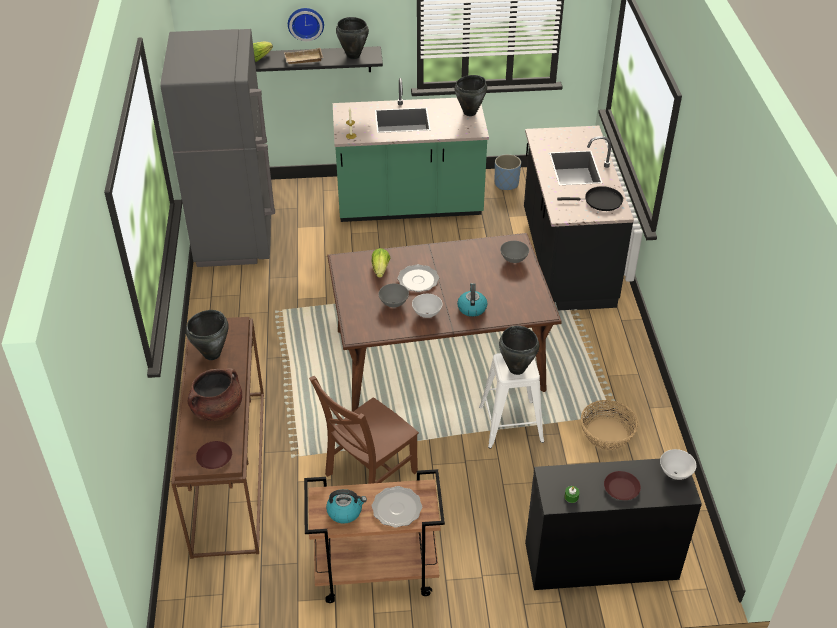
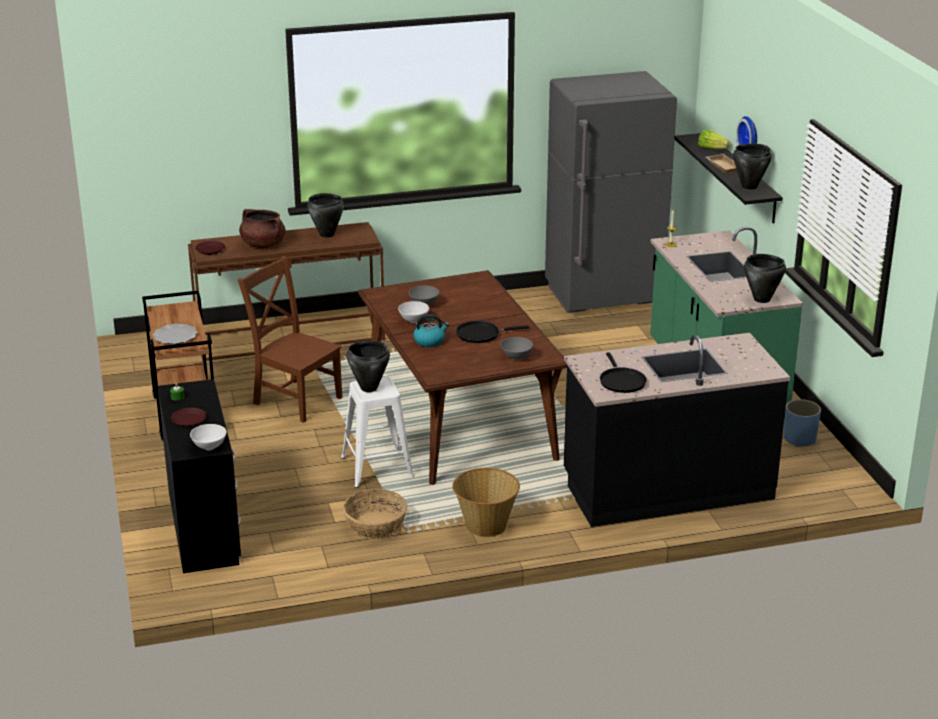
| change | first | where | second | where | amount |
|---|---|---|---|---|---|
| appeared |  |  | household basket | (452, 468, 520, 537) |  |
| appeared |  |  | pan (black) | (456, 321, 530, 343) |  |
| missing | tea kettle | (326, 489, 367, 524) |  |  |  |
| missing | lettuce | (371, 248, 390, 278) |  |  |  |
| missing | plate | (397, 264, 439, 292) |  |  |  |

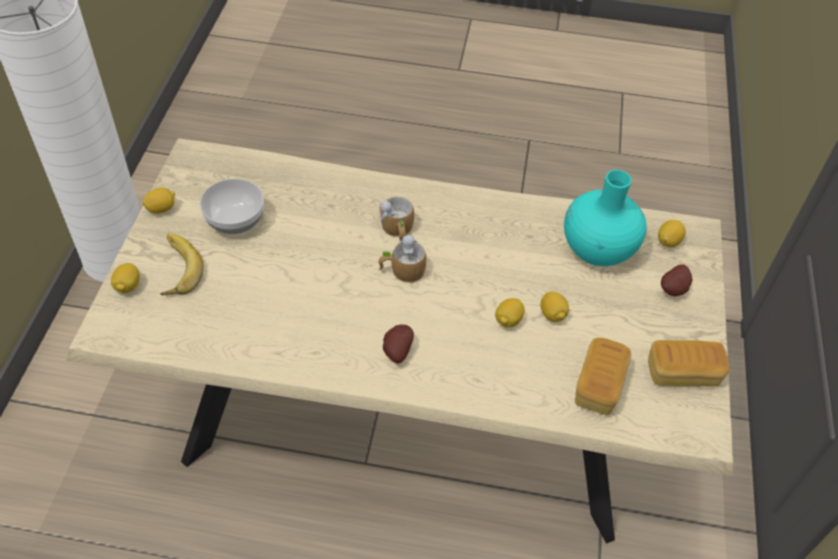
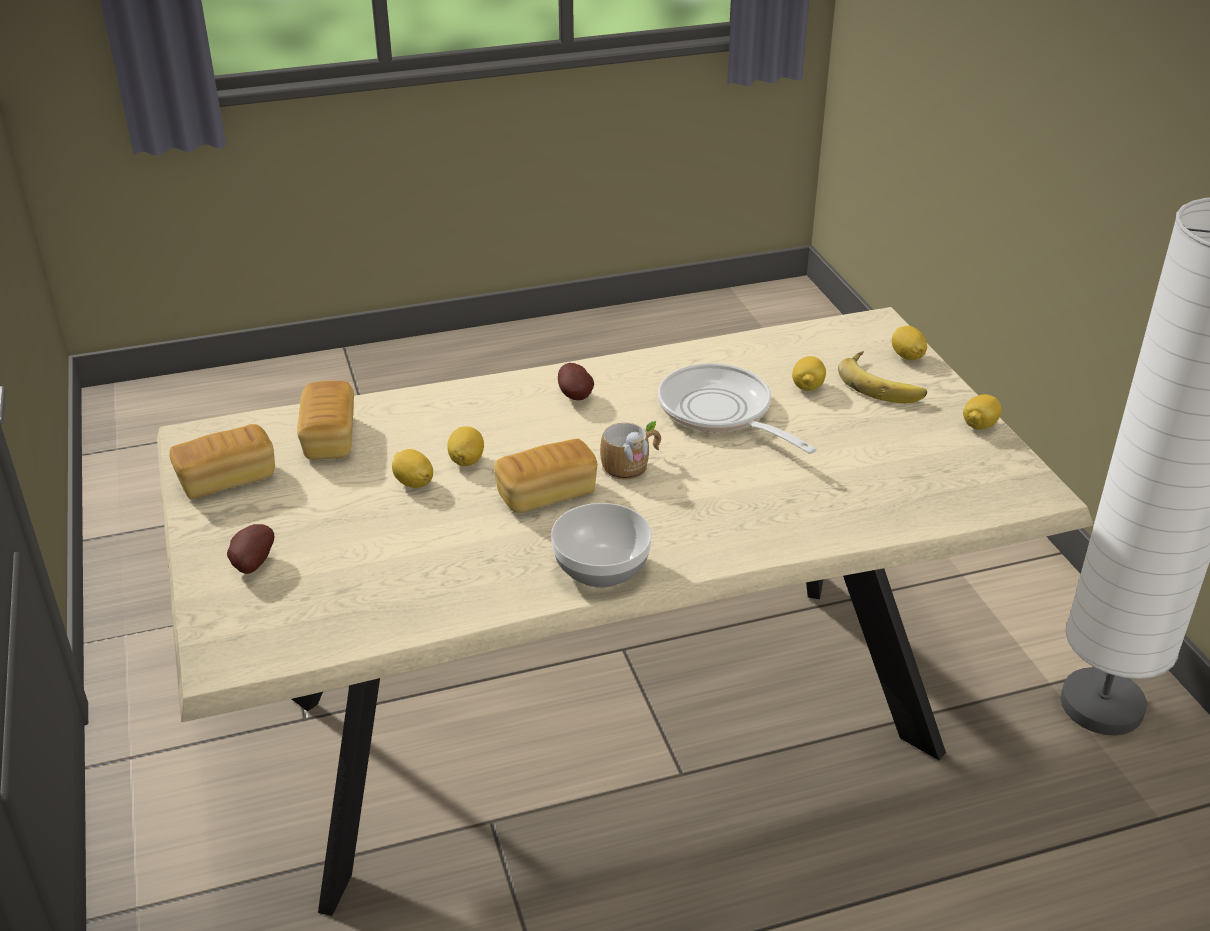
| change | first | where | second | where | amount |
|---|---|---|---|---|---|
| appeared |  |  | bakery bread | (494, 439, 597, 513) |  |
| relocated | serving bowl | (200, 179, 264, 234) |  | (551, 503, 652, 588) |  |
| appeared |  |  | pan | (658, 363, 817, 454) |  |
| relocated | whole lemon | (658, 220, 686, 248) |  | (792, 356, 826, 391) |  |
| missing | coffee mug | (380, 197, 414, 241) |  |  |  |
| missing | flower vase (turquoise-coloured) | (564, 170, 647, 266) |  |  |  |

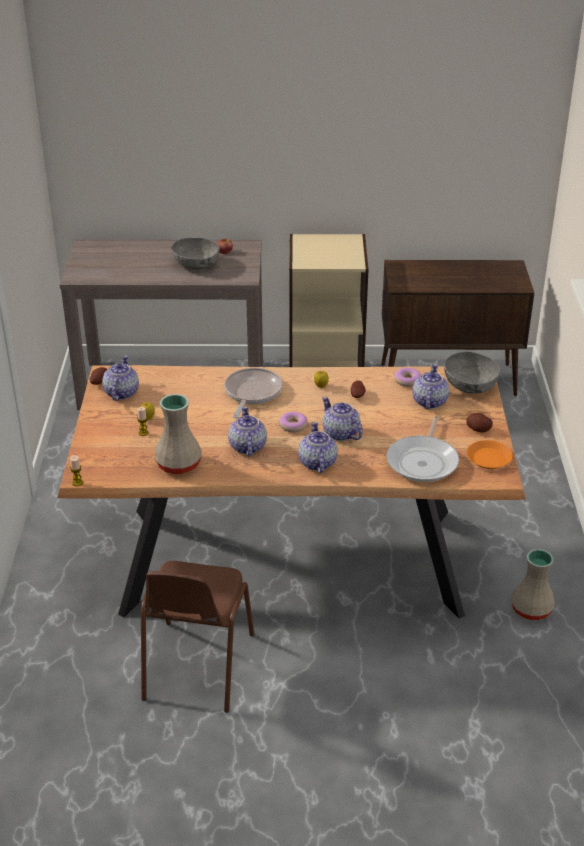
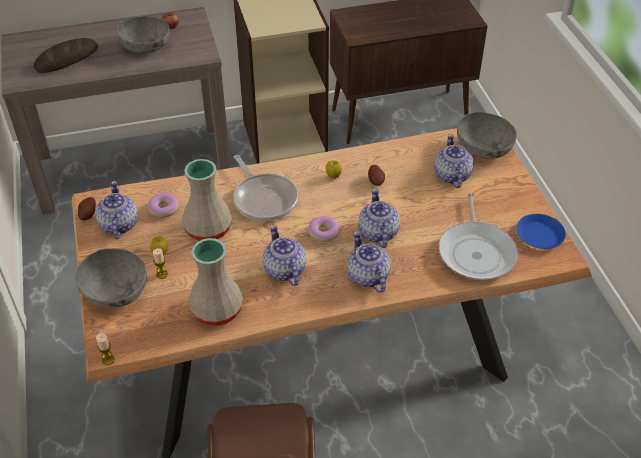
| change | first | where | second | where | amount |
|---|---|---|---|---|---|
| appeared |  |  | bakery bread | (34, 38, 98, 73) |  |
| appeared |  |  | serving bowl (greyish) | (75, 248, 147, 308) |  |
| relocated | ring doughnut | (394, 368, 421, 387) |  | (148, 193, 179, 218) |  |
| relocated | flower vase (sand-coloured) | (511, 549, 555, 620) |  | (182, 159, 232, 241) |  |
| spun | pan | (224, 368, 283, 418) |  | (233, 155, 298, 221) | 150 degrees clockwise |
| spun | teapot | (322, 397, 363, 441) |  | (358, 188, 400, 248) | 45 degrees clockwise |
| colour | plate (orangey) | (467, 440, 513, 469) | plate (blue-coloured) | (516, 214, 566, 249) |  |
| missing | potato | (467, 413, 493, 432) |  |  |  |

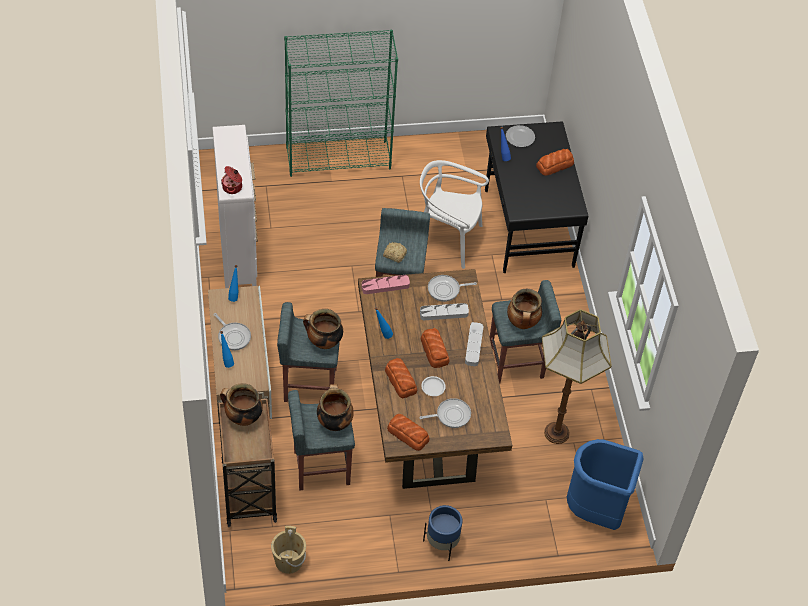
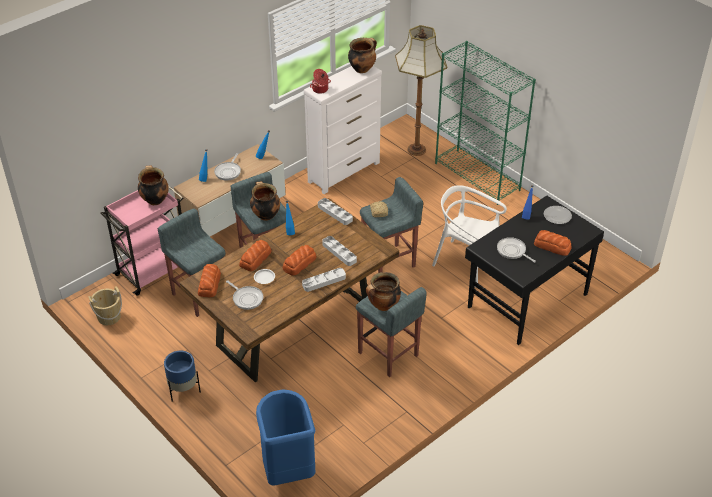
| change | first | where | second | where | amount |
|---|---|---|---|---|---|
| colour | cart (brownish) | (218, 392, 277, 527) | cart (pinkish) | (100, 185, 183, 296) |  |
| colour | carrying tray (pinkish) | (362, 275, 410, 294) | carrying tray (greyish) | (318, 198, 353, 225) |  |
| relocated | cooking pot | (317, 384, 354, 431) |  | (348, 38, 377, 73) |  |
| relocated | floor lamp | (542, 309, 612, 444) |  | (395, 25, 447, 156) |  |
| spun | chair (white-coloured) | (420, 160, 489, 269) |  | (432, 185, 507, 288) | 45 degrees counterclockwise |
| relocated | pan | (428, 275, 477, 302) |  | (497, 237, 536, 262) |  |

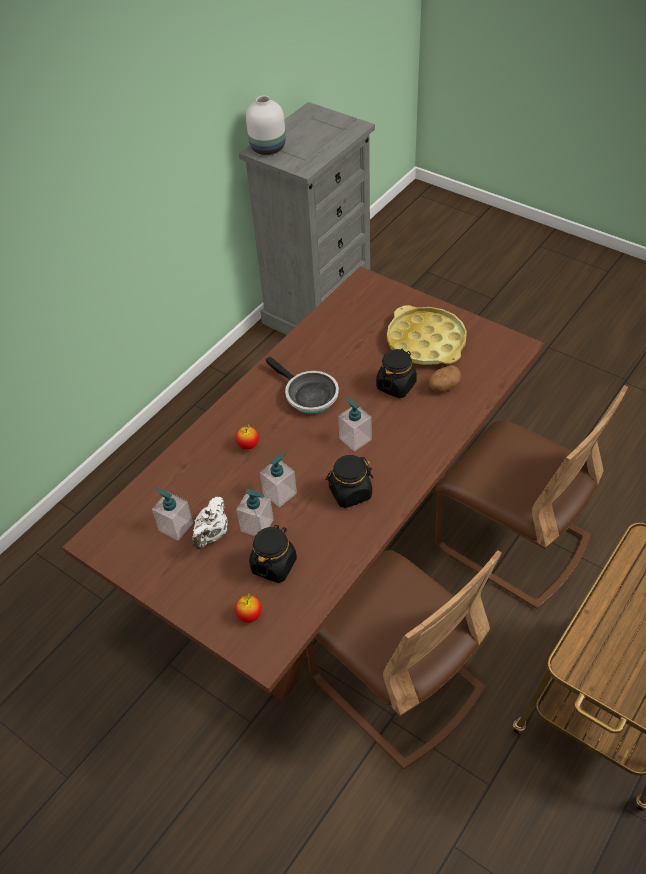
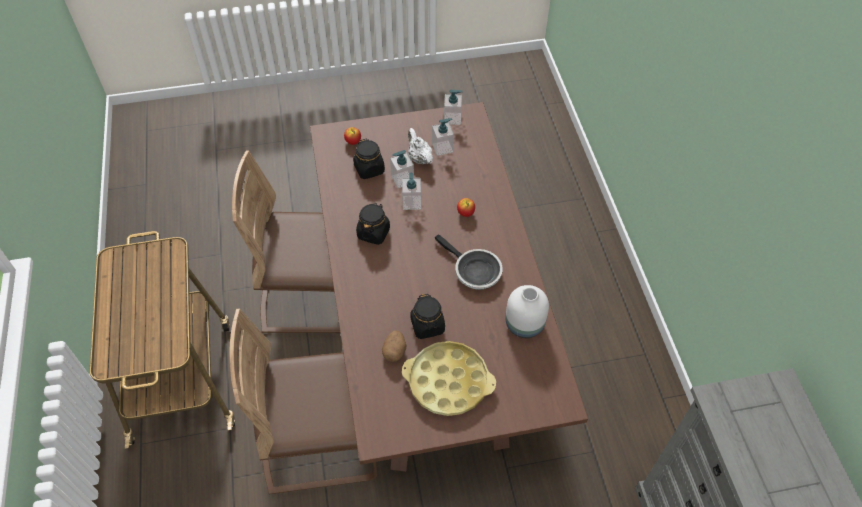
| change | first | where | second | where | amount |
|---|---|---|---|---|---|
| spun | pan | (266, 356, 339, 414) |  | (435, 234, 503, 290) | 135 degrees counterclockwise |
| relocated | liquid soap bottle | (338, 398, 372, 452) |  | (444, 90, 463, 125) |  |
| relocated | flower vase (white-coloured) | (246, 96, 286, 155) |  | (505, 285, 549, 338) |  |

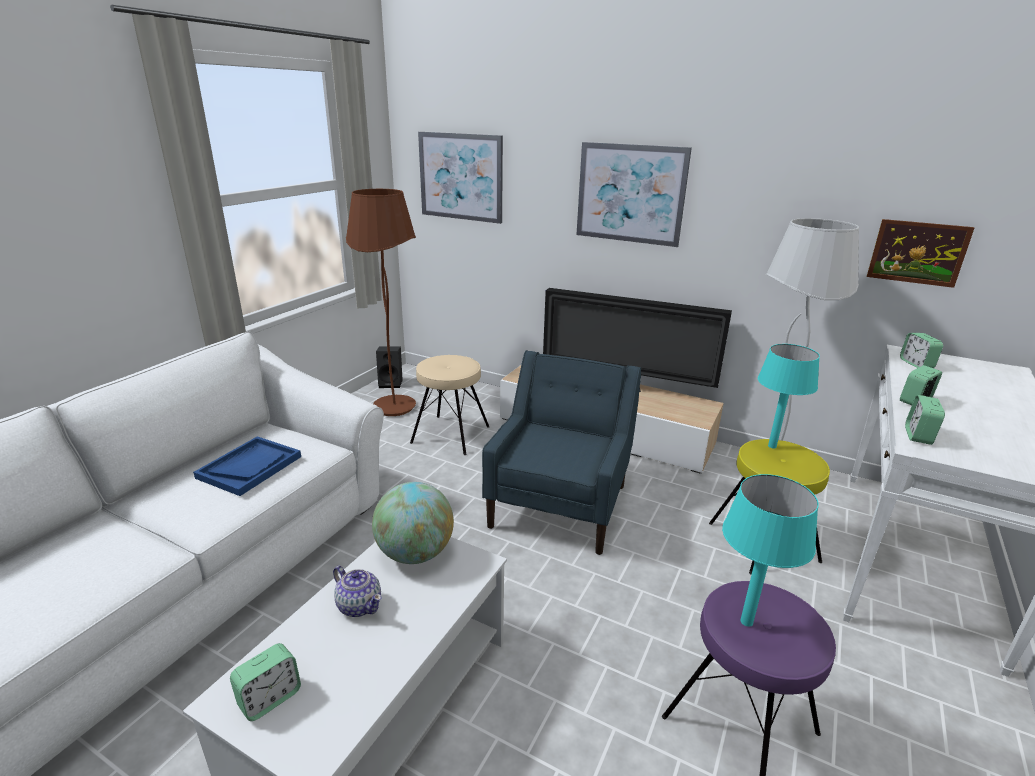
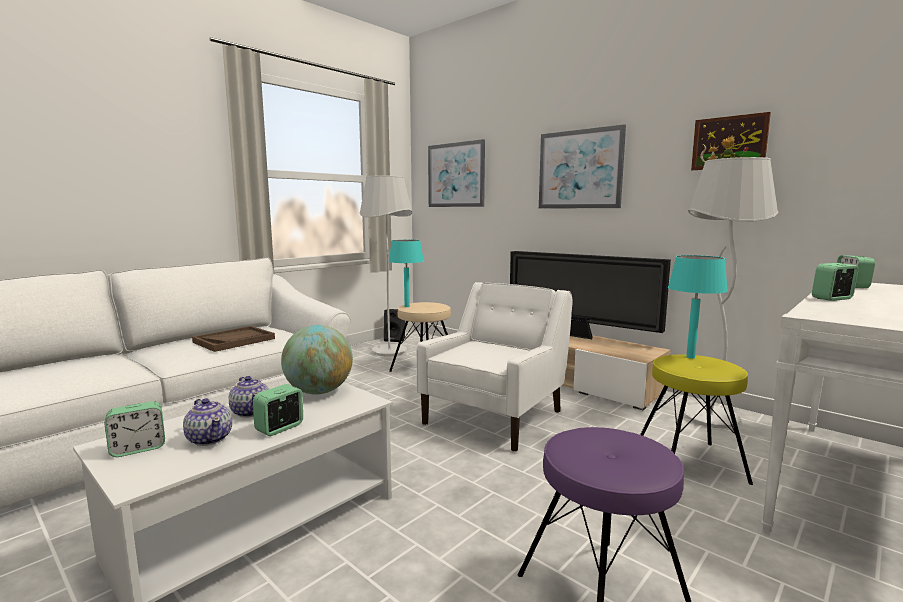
| change | first | where | second | where | amount |
|---|---|---|---|---|---|
| appeared |  |  | teapot | (183, 398, 232, 446) |  |
| colour | carrying tray (blue-coloured) | (193, 436, 301, 496) | carrying tray (brownish) | (192, 326, 275, 352) |  |
| relocated | bedside clock | (905, 395, 945, 445) |  | (253, 384, 303, 436) |  |
| colour | floor lamp (brownish) | (346, 189, 416, 416) | floor lamp (white-coloured) | (360, 175, 412, 356) |  |
| relocated | table lamp (turquoise-coloured) | (722, 474, 819, 627) |  | (389, 240, 424, 307) |  |
| colour | easy chair (blue-coloured) | (482, 350, 641, 555) | easy chair (white-coloured) | (416, 282, 573, 452) |  |
| relocated | picture | (867, 219, 974, 288) |  | (691, 112, 771, 170) |  |

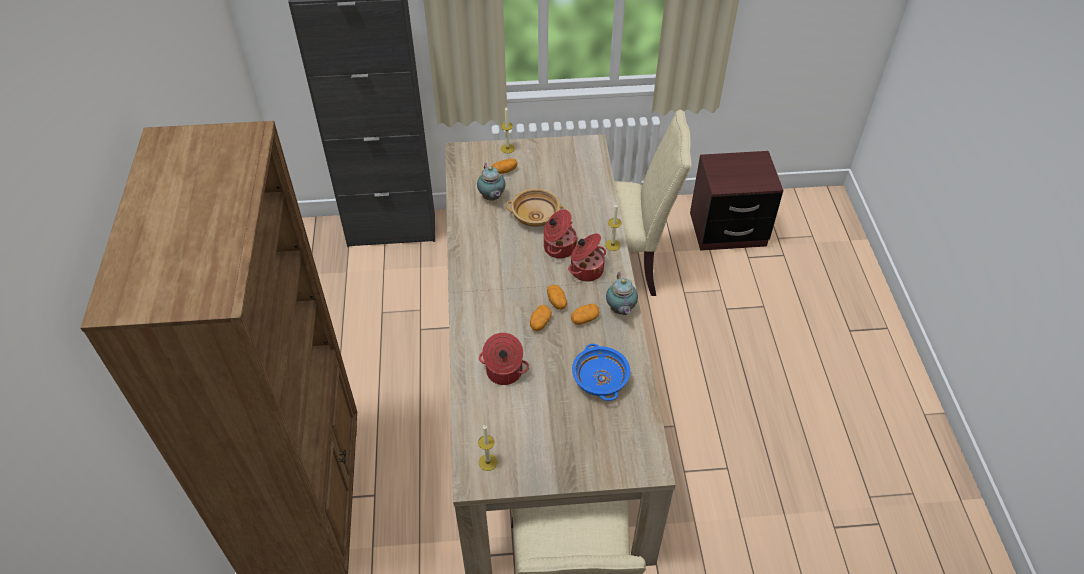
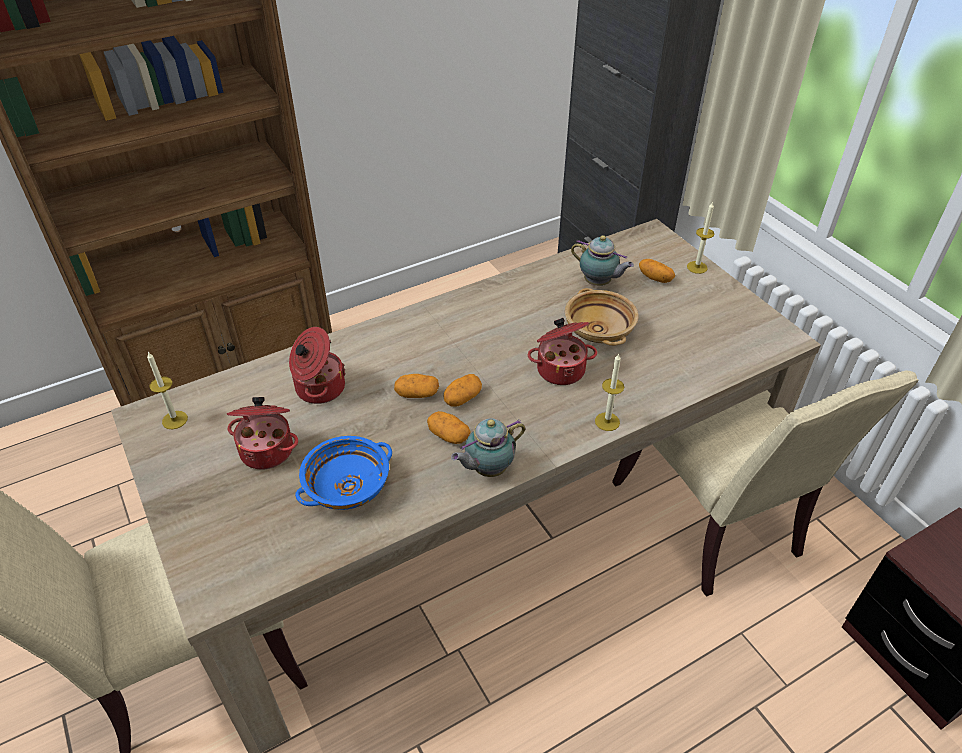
| change | first | where | second | where | amount |
|---|---|---|---|---|---|
| relocated | cooking pot | (568, 234, 606, 282) |  | (227, 397, 298, 470) |  |
| spun | teapot | (477, 163, 505, 200) |  | (571, 235, 634, 286) | 105 degrees counterclockwise |

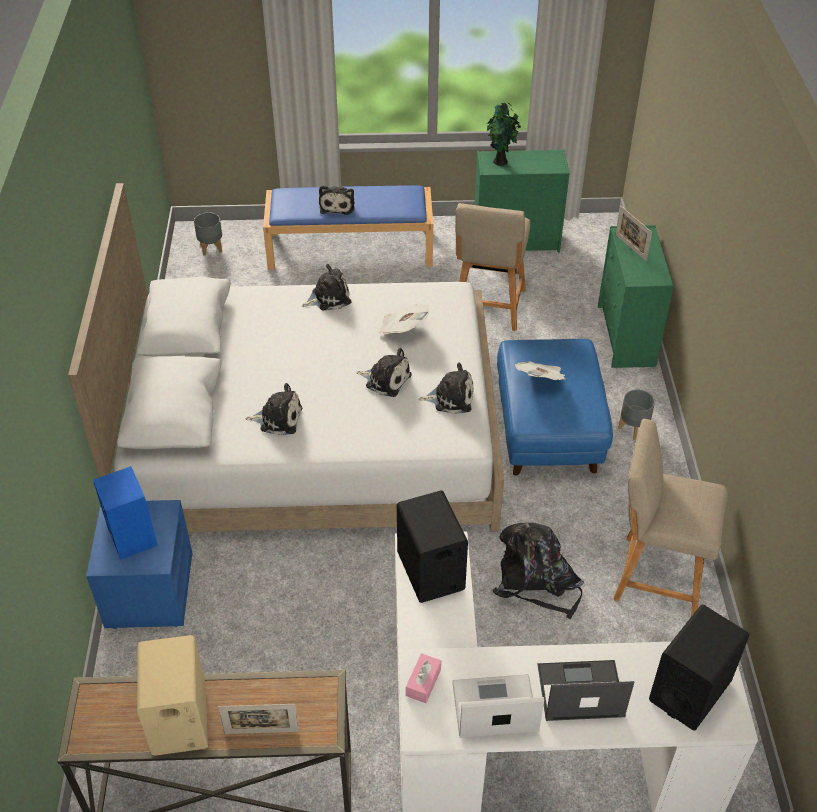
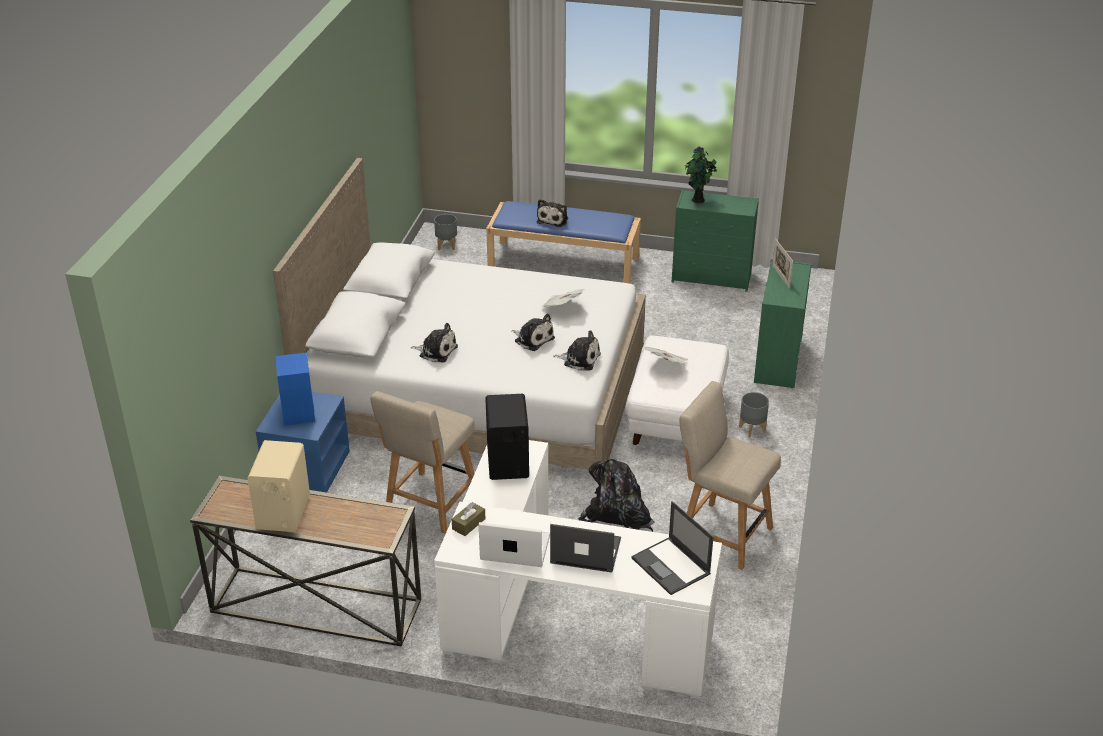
| change | first | where | second | where | amount |
|---|---|---|---|---|---|
| relocated | chair (sand-coloured) | (455, 203, 530, 331) |  | (371, 391, 475, 534) |  |
| colour | tissue holder (pinkish) | (406, 653, 441, 703) | tissue holder (brownish) | (452, 502, 485, 536) |  |
| colour | ottoman (blue-coloured) | (497, 339, 613, 475) | ottoman (white-coloured) | (625, 336, 729, 445) |  |
| exchanged | audio speaker (black) | (649, 605, 750, 731) | notebook computer | (631, 501, 714, 595) |  |
| missing | standing frame | (218, 704, 299, 734) |  |  |  |
| missing | cuddly toy | (302, 264, 351, 310) |  |  |  |

